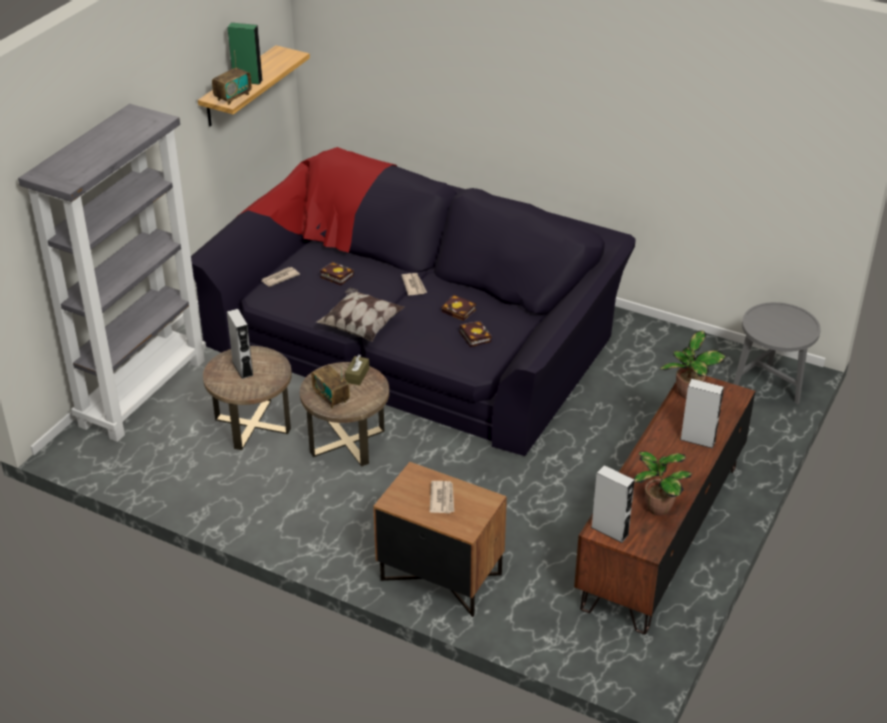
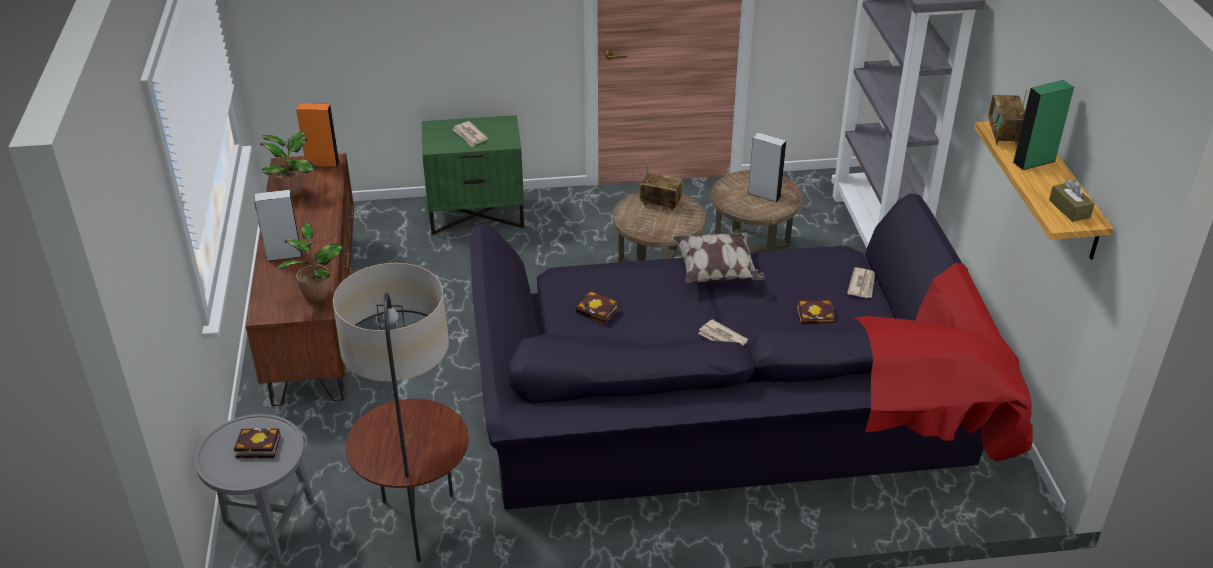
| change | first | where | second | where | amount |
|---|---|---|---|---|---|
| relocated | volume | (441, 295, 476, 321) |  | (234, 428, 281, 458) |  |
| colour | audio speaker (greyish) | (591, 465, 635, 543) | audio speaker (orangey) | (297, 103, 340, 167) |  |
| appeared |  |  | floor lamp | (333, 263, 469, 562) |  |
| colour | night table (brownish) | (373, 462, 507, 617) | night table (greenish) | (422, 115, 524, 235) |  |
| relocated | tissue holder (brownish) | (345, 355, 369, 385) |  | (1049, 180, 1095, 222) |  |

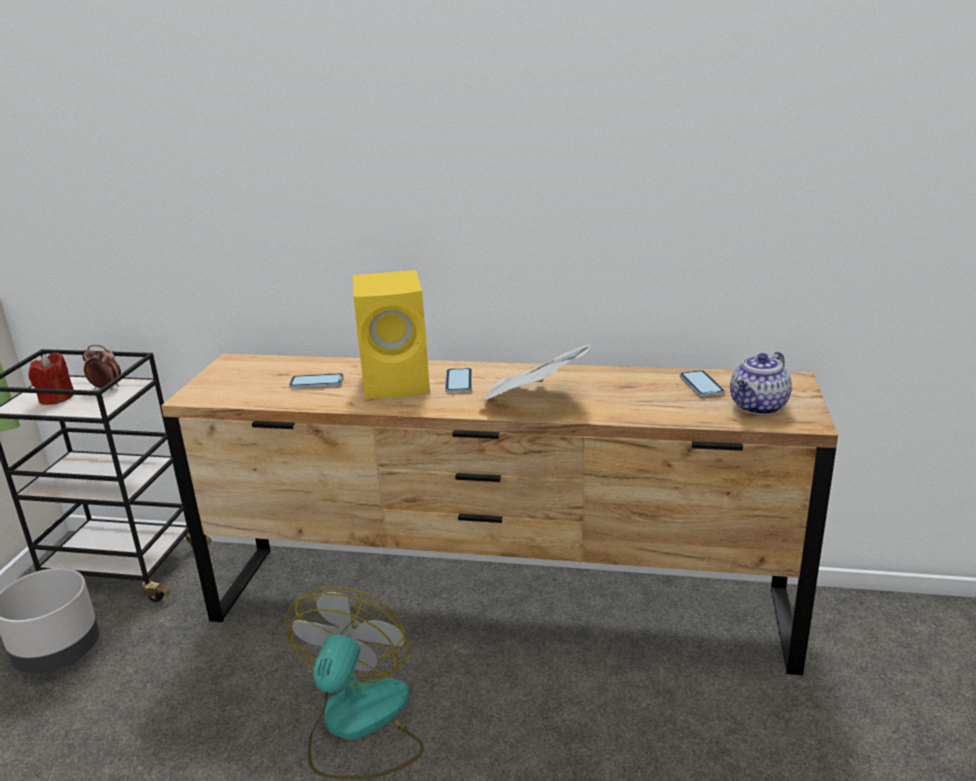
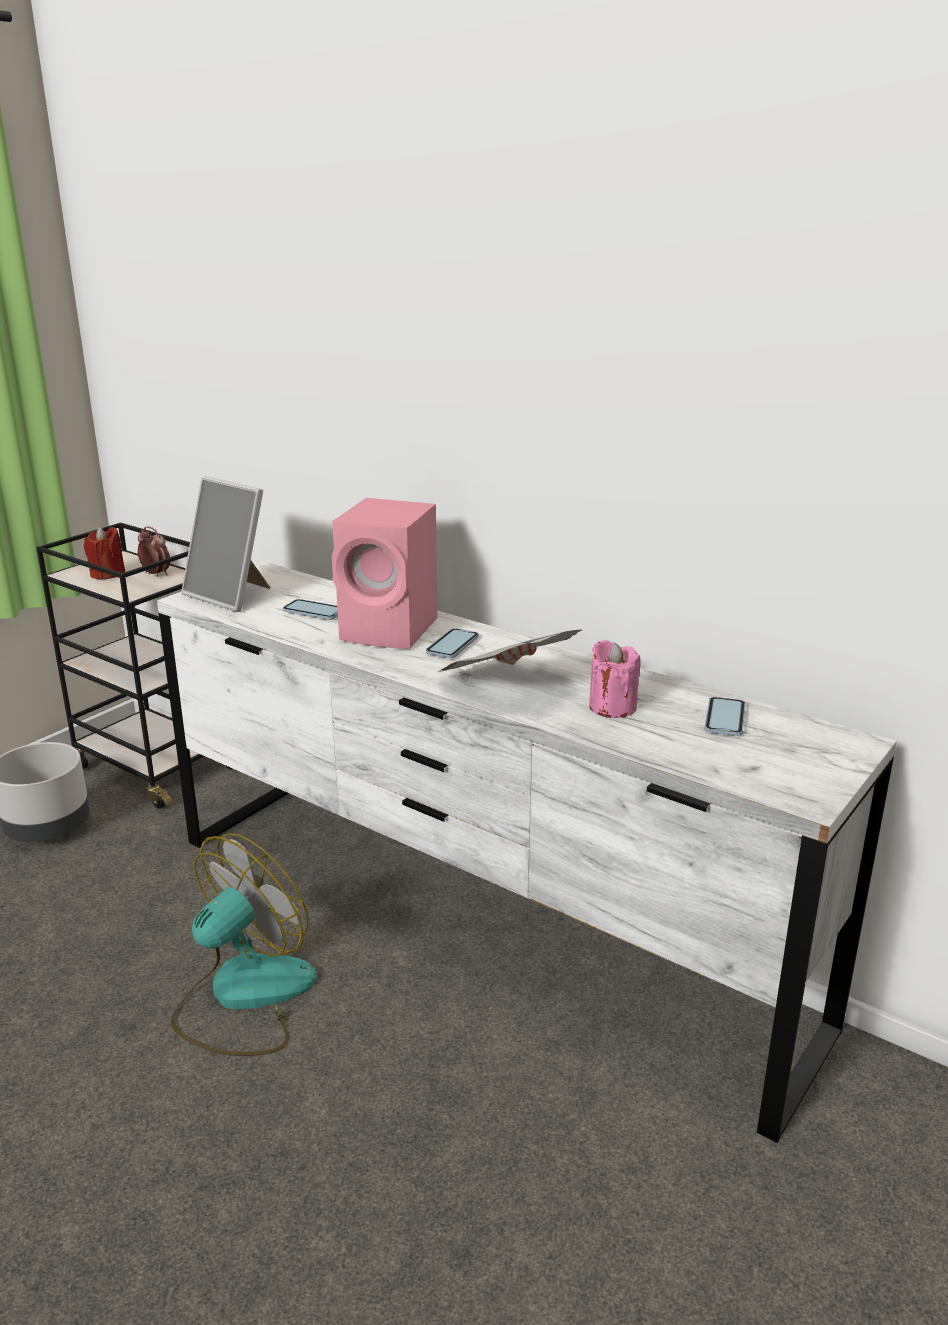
| change | first | where | second | where | amount |
|---|---|---|---|---|---|
| colour | drawer chest (brownish) | (161, 354, 838, 675) | drawer chest (white-coloured) | (157, 561, 897, 1143) |  |
| appeared |  |  | standing frame | (181, 476, 270, 612) |  |
| colour | audio speaker (yellow) | (353, 270, 430, 399) | audio speaker (pinkish) | (332, 498, 438, 649) |  |
| appeared |  |  | wax light (pinkish) | (589, 640, 641, 718) |  |
| missing | teapot | (730, 352, 792, 415) |  |  |  |

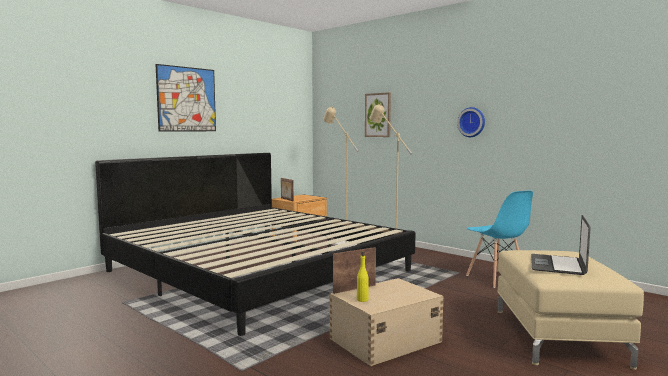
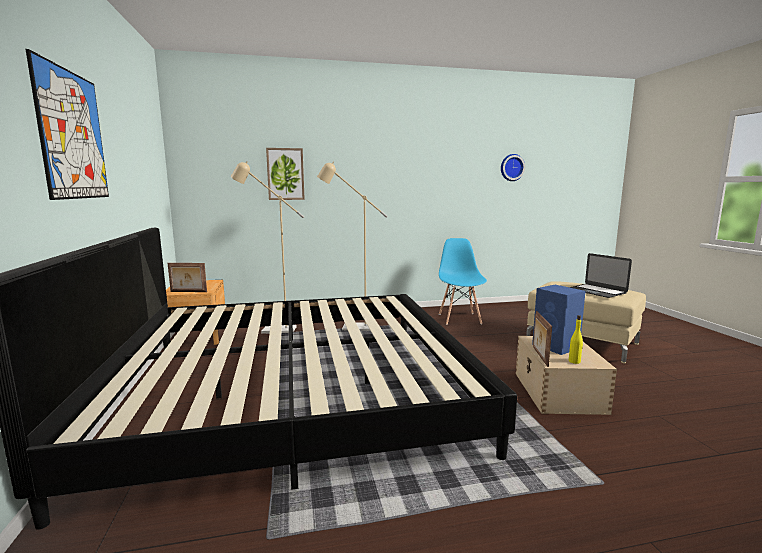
| change | first | where | second | where | amount |
|---|---|---|---|---|---|
| spun | chair (blue-coloured) | (466, 190, 533, 288) |  | (439, 238, 487, 325) | 105 degrees counterclockwise |
| relocated | hanging clock | (457, 107, 485, 137) |  | (501, 154, 525, 181) |  |
| appeared |  |  | audio speaker (blue-coloured) | (532, 285, 586, 355) |  |

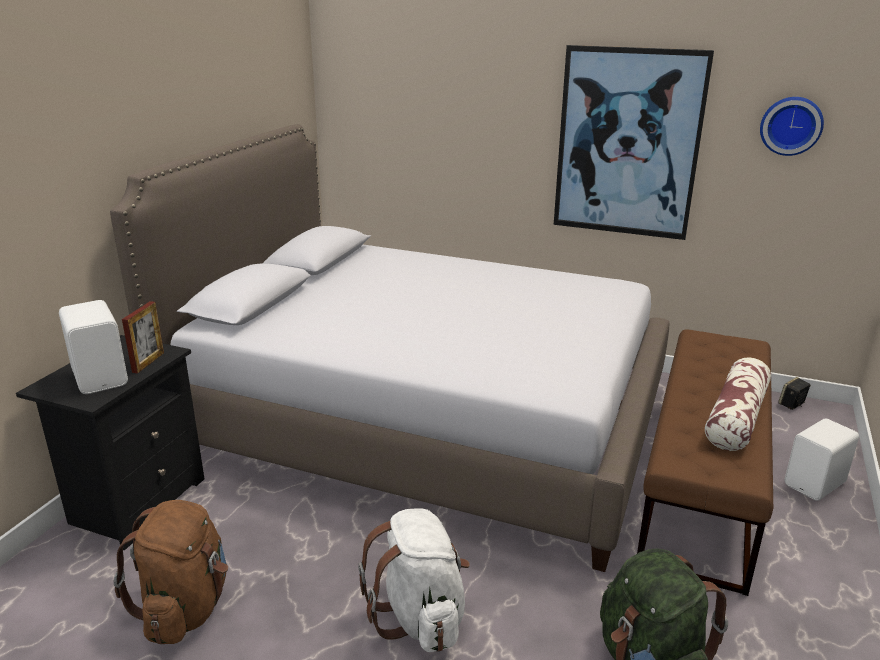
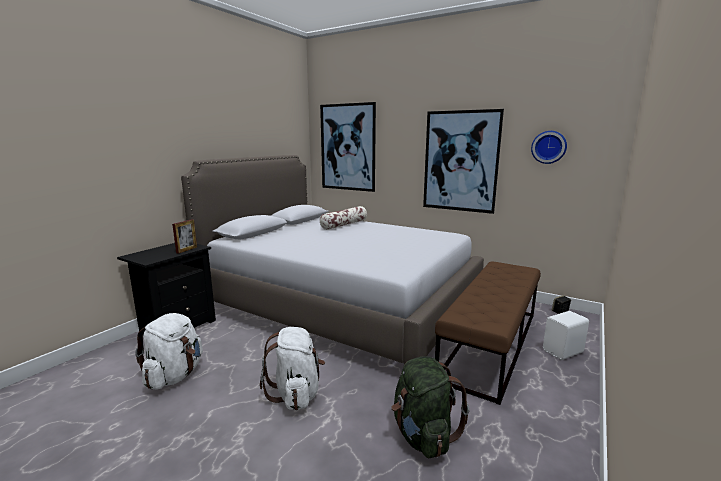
| change | first | where | second | where | amount |
|---|---|---|---|---|---|
| colour | rucksack (brownish) | (114, 500, 228, 645) | rucksack (white-coloured) | (135, 313, 203, 390) |  |
| appeared |  |  | picture | (320, 102, 376, 192) |  |
| relocated | pillow | (705, 357, 771, 451) |  | (320, 206, 367, 230) |  |
| missing | audio speaker (white-coloured) | (59, 300, 128, 394) |  |  |  |

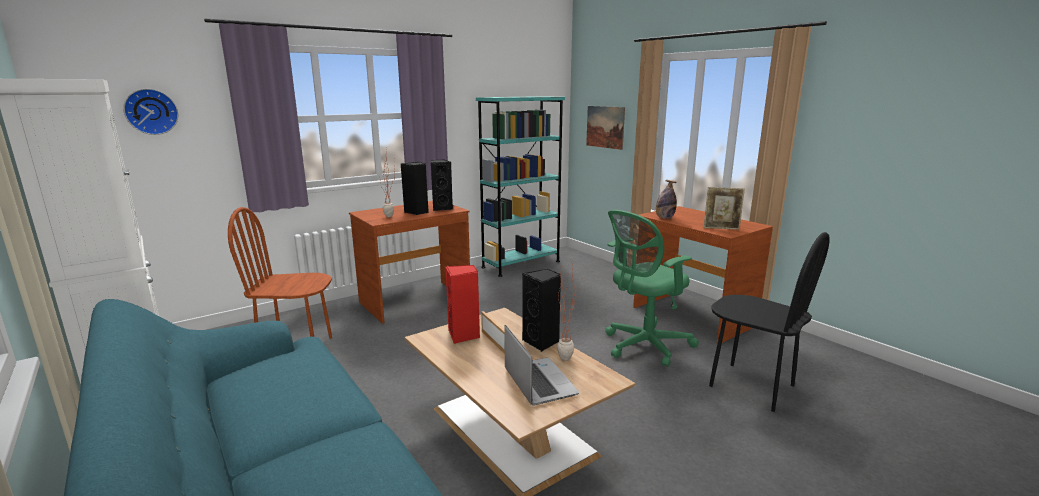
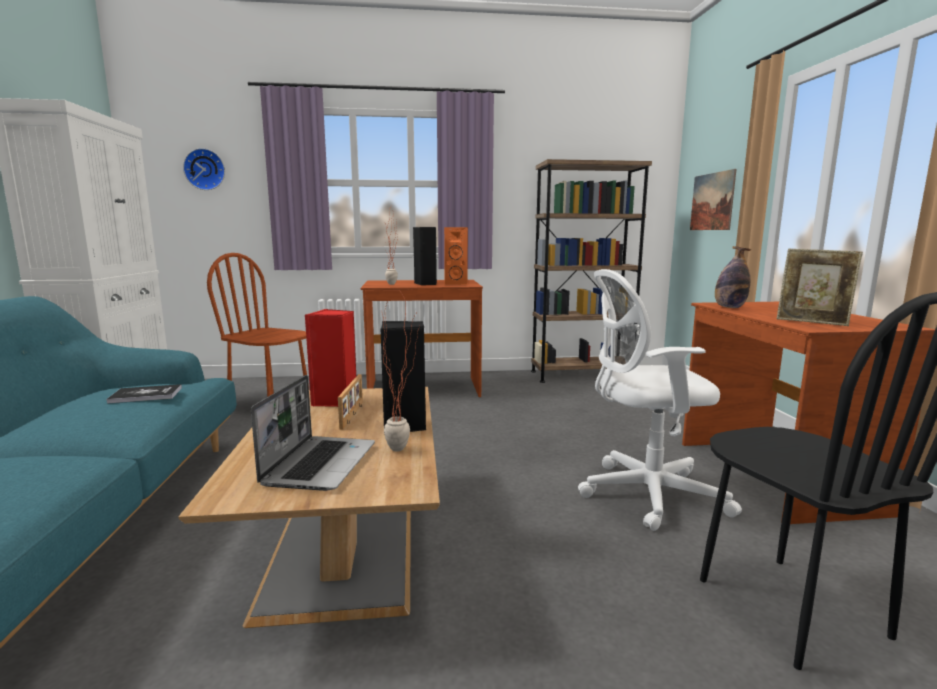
| change | first | where | second | where | amount |
|---|---|---|---|---|---|
| appeared |  |  | volume | (106, 384, 182, 404) |  |
| colour | audio speaker (black) | (431, 160, 453, 211) | audio speaker (orangey) | (444, 227, 468, 285) |  |
| colour | bookcase (turquoise-coloured) | (476, 96, 565, 277) | bookcase (brownish) | (531, 159, 652, 383) |  |
| colour | office chair (greenish) | (605, 210, 699, 367) | office chair (white-coloured) | (578, 269, 742, 531) |  |

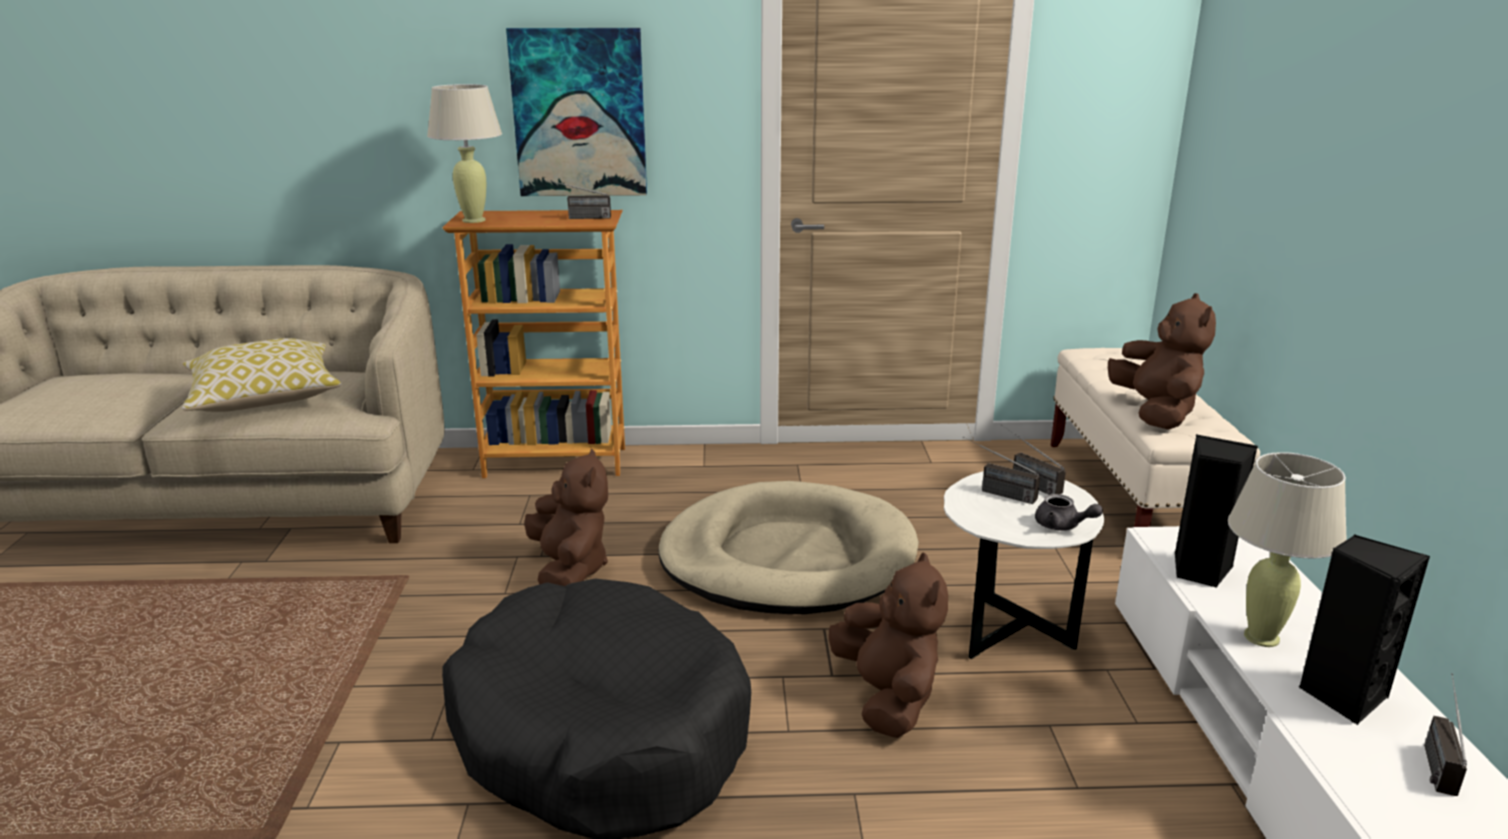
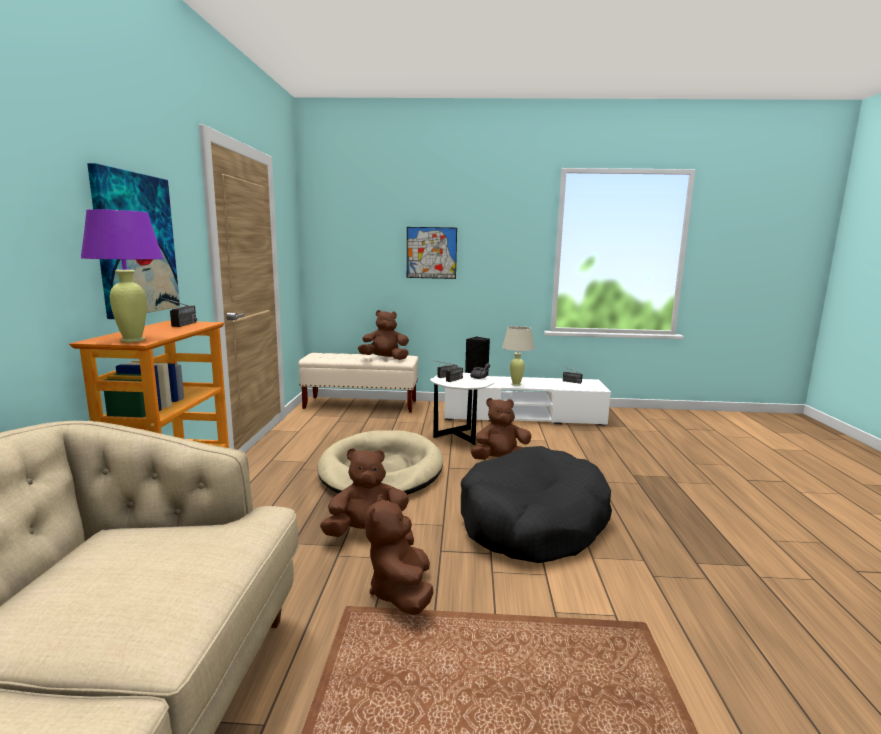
| change | first | where | second | where | amount |
|---|---|---|---|---|---|
| colour | table lamp (sand-coloured) | (427, 84, 502, 223) | table lamp (purplish) | (81, 209, 163, 342) |  |
| appeared |  |  | cuddly toy (brownish) | (365, 494, 434, 615) |  |
| appeared |  |  | picture | (407, 227, 457, 279) |  |
| missing | pillow | (182, 338, 342, 412) |  |  |  |
| missing | audio speaker (black) | (1299, 534, 1430, 725) |  |  |  |

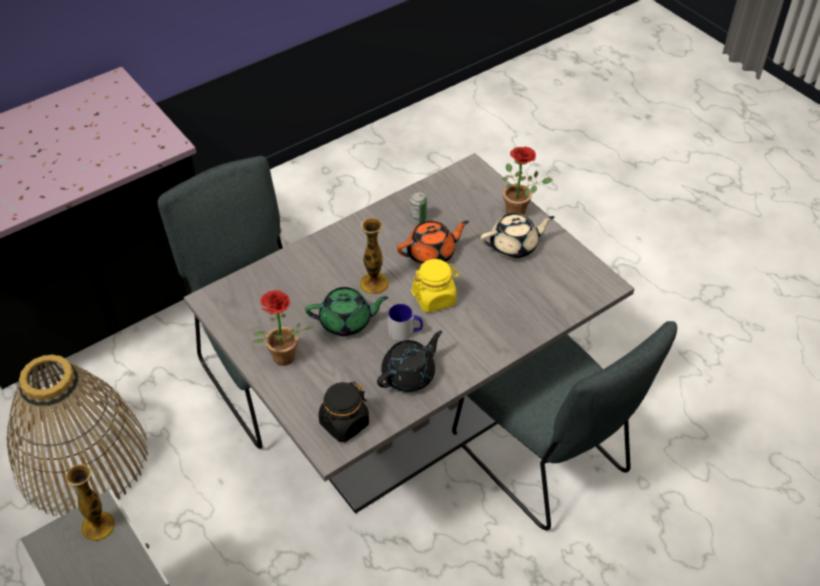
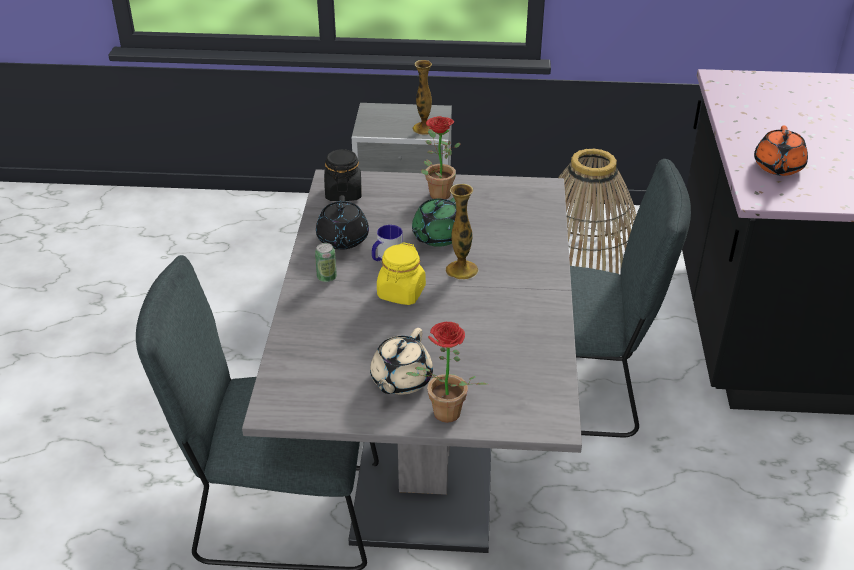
| change | first | where | second | where | amount |
|---|---|---|---|---|---|
| relocated | sealed can | (410, 192, 427, 224) |  | (315, 243, 337, 282) |  |
| relocated | teapot (orangey) | (397, 221, 469, 265) |  | (754, 126, 808, 176) |  |

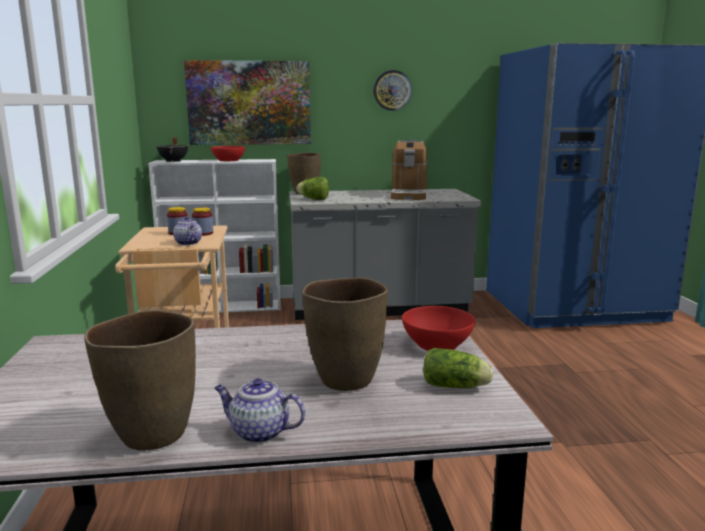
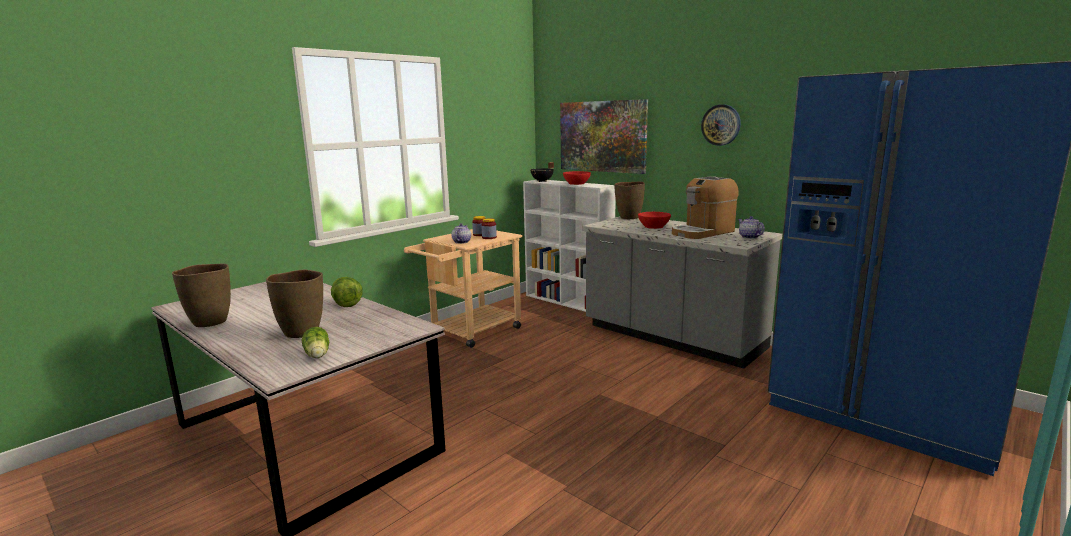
| change | first | where | second | where | amount |
|---|---|---|---|---|---|
| relocated | lettuce | (296, 177, 329, 200) |  | (331, 277, 363, 307) |  |
| relocated | serving bowl (reddish) | (402, 306, 475, 351) |  | (638, 212, 671, 229) |  |
| relocated | teapot | (214, 378, 305, 443) |  | (738, 216, 765, 239) |  |

